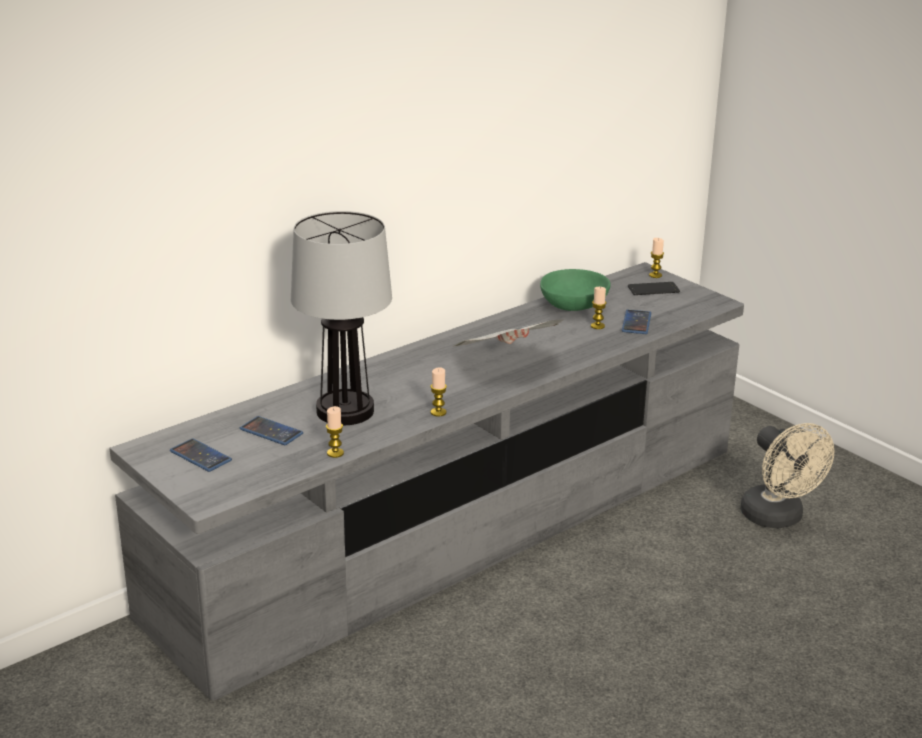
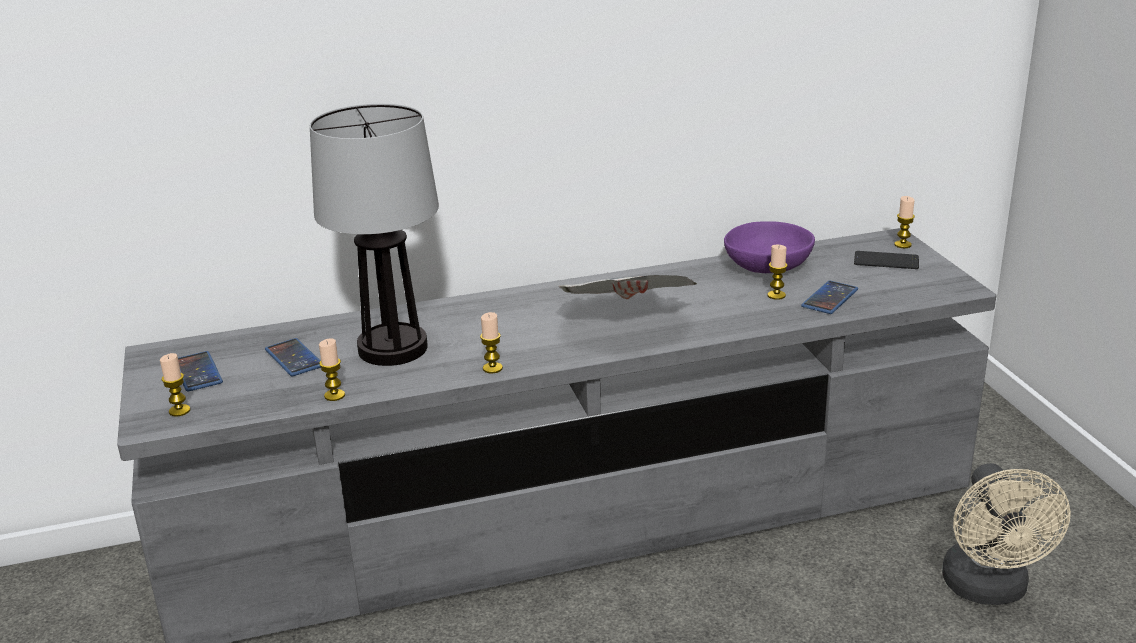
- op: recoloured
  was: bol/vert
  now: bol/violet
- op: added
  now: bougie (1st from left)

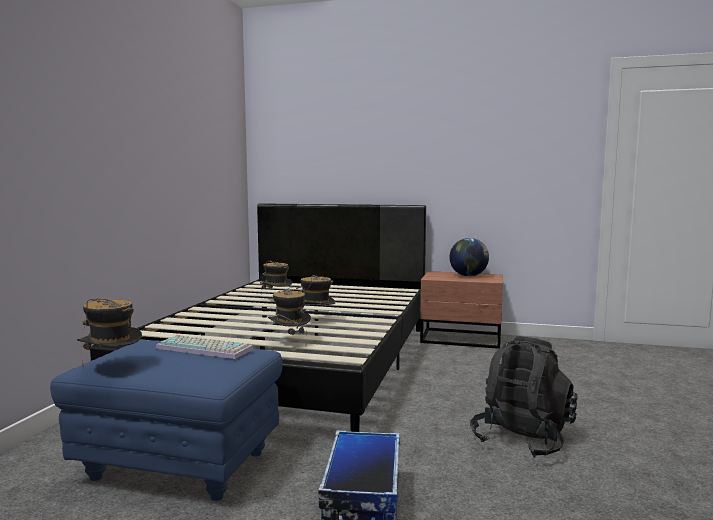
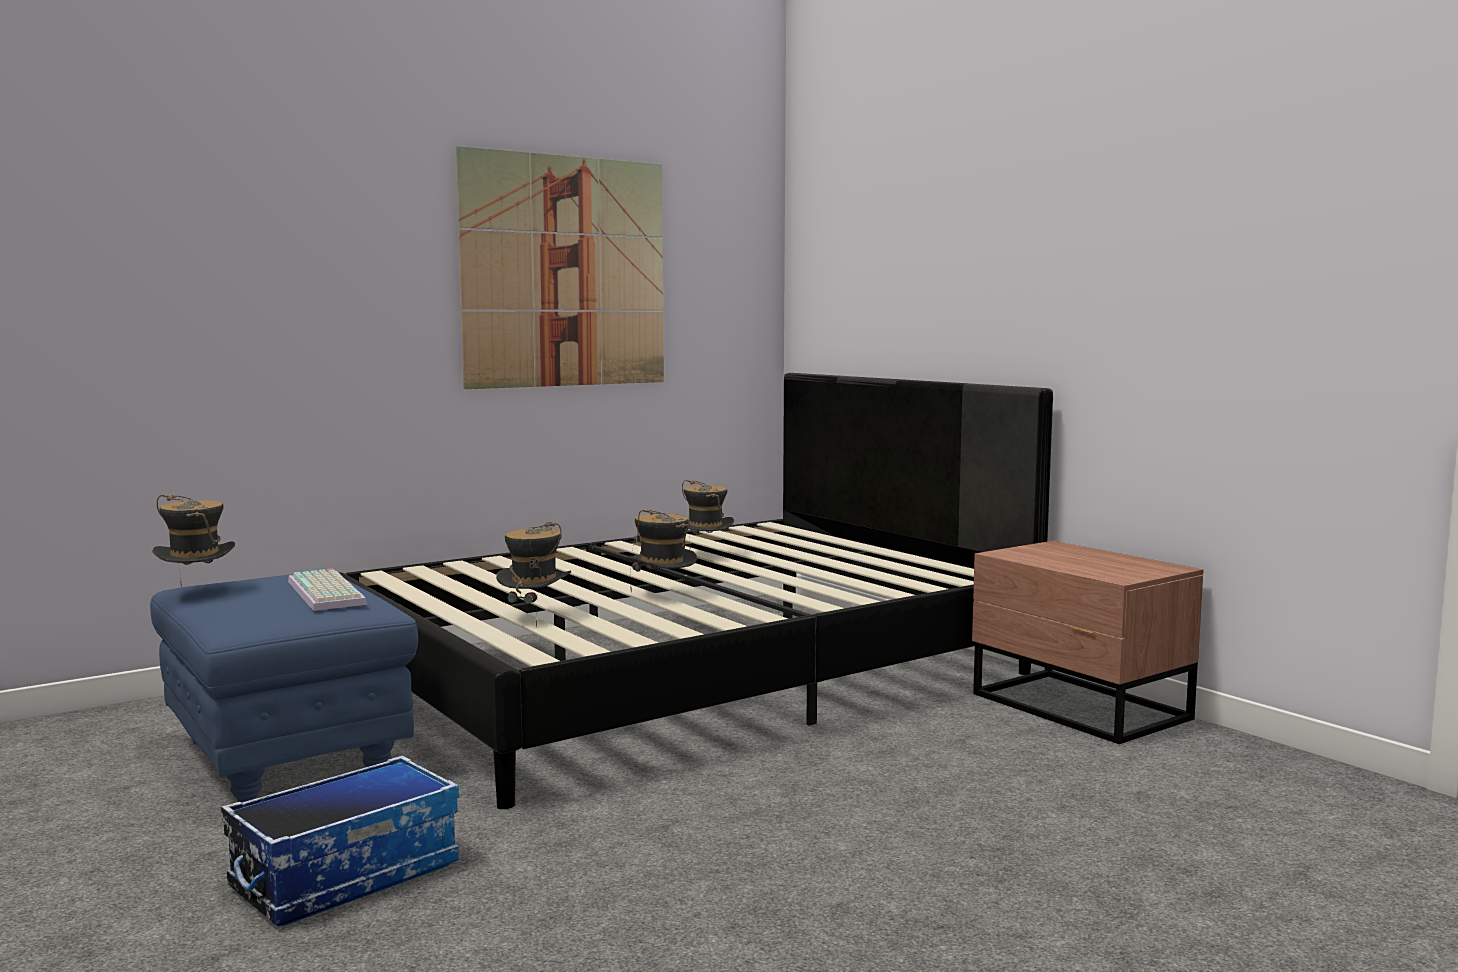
- op: removed
  was: globe
- op: removed
  was: sac à dos/noir
- op: added
  now: tableau

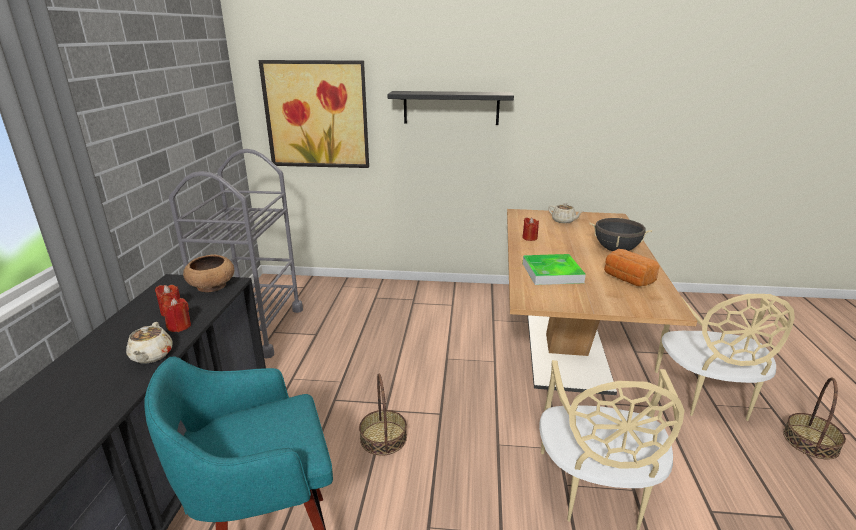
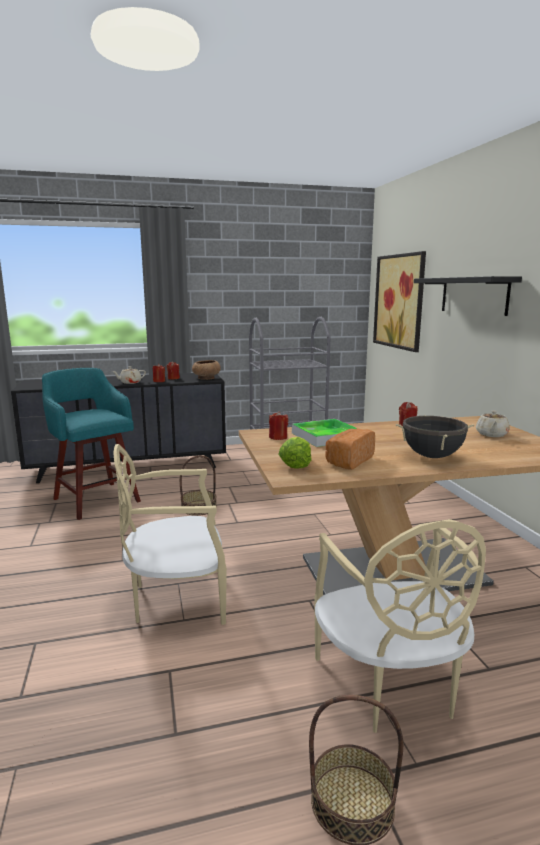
- op: turned
  was: chaise/beige (2nd from left)
  clockwise: -90
- op: added
  now: bougie/rouge (3rd from left)
- op: added
  now: laitue

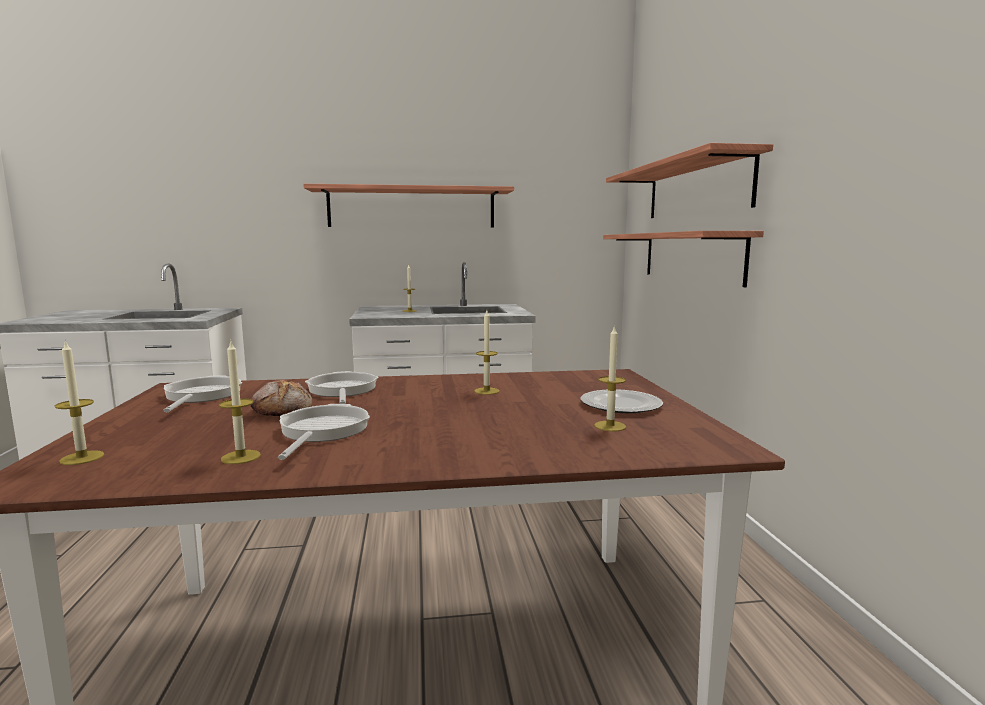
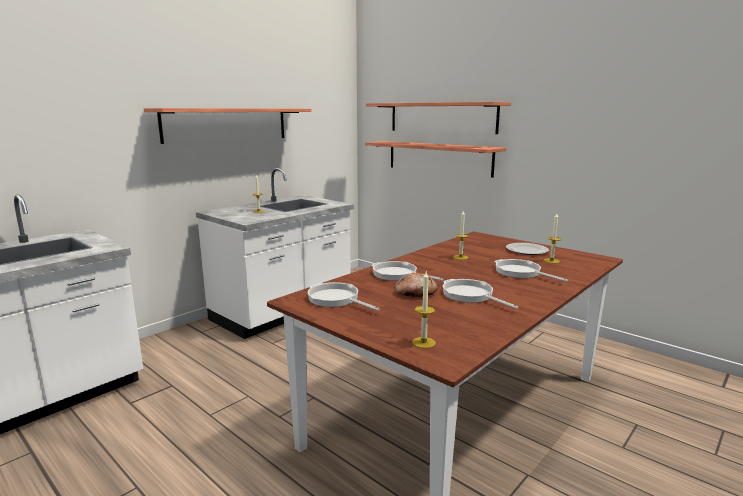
- op: removed
  was: bougie (2nd from left)
- op: added
  now: poêle (4th from left)

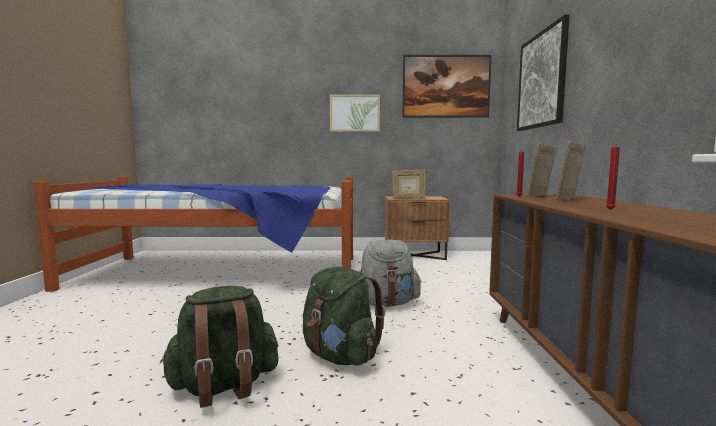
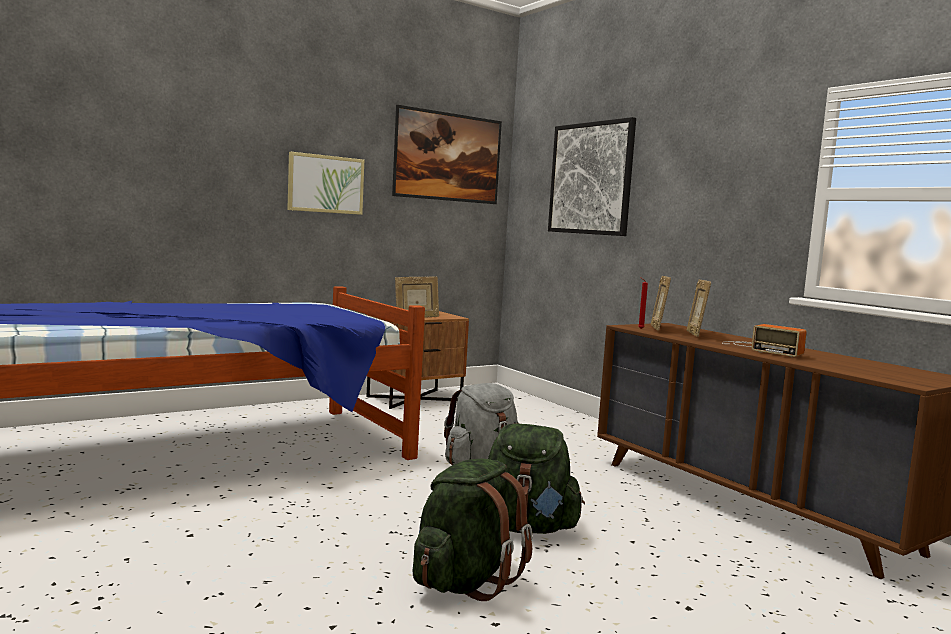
- op: replaced
  was: bougie/rouge (2nd from left)
  now: radio

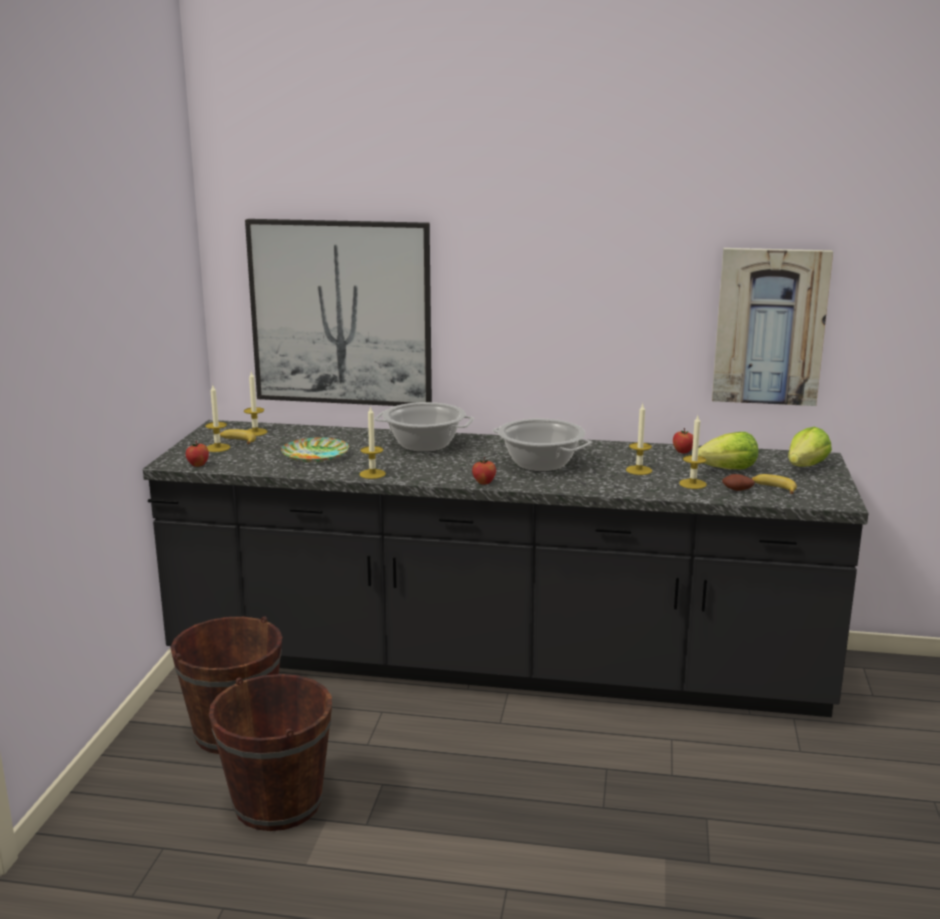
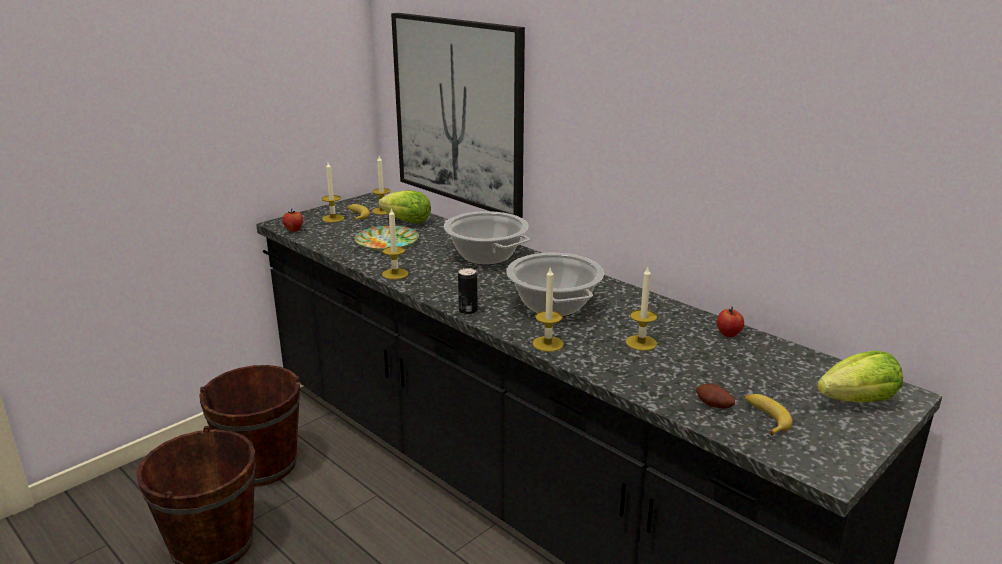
- op: replaced
  was: pomme (2nd from left)
  now: boîte métallique
- op: moved
  was: bougie (5th from left in the first image)
  now: bougie (4th from left)
- op: moved
  was: laitue (1st from left)
- op: removed
  was: tableau (2nd from left)

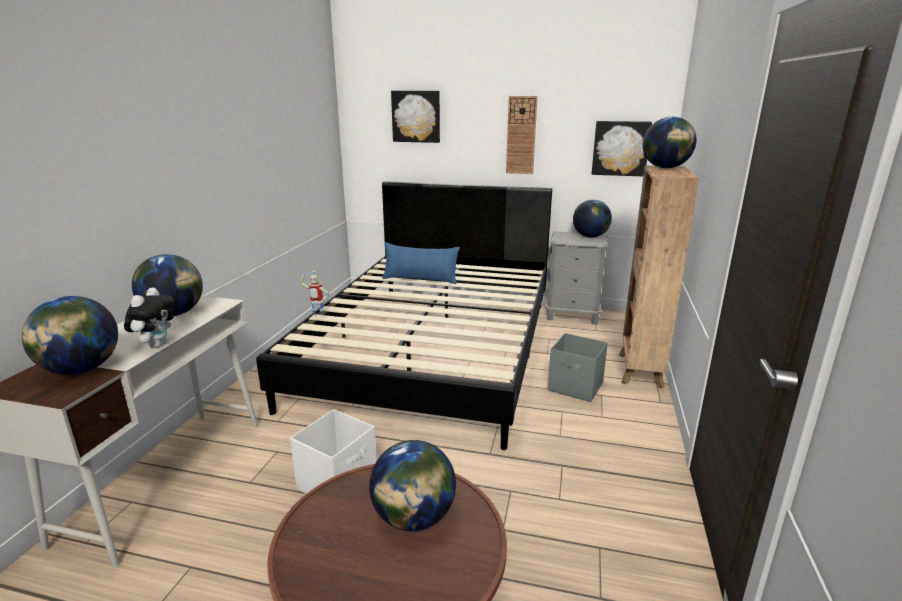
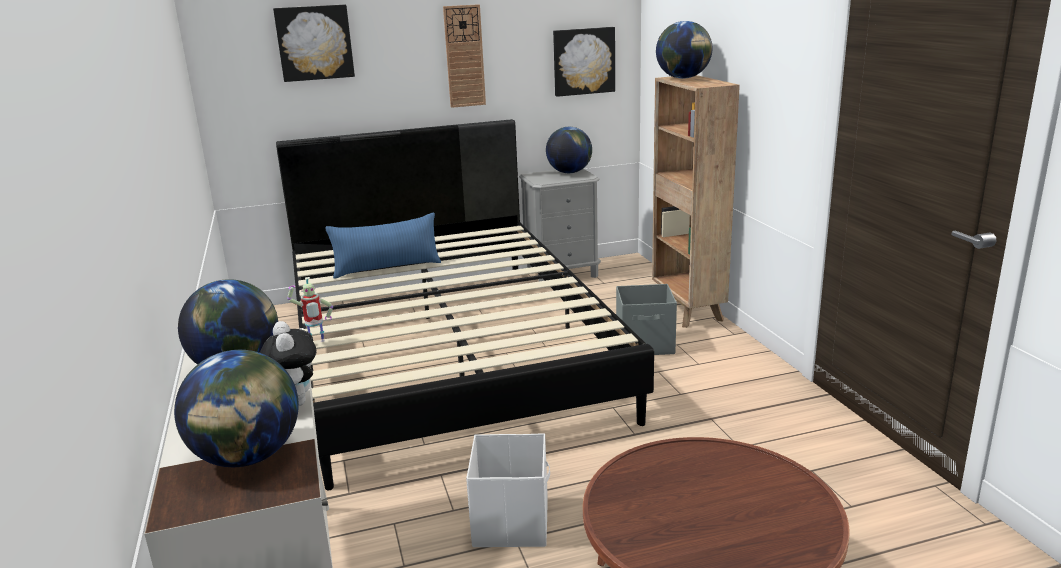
- op: removed
  was: globe (3rd from left)

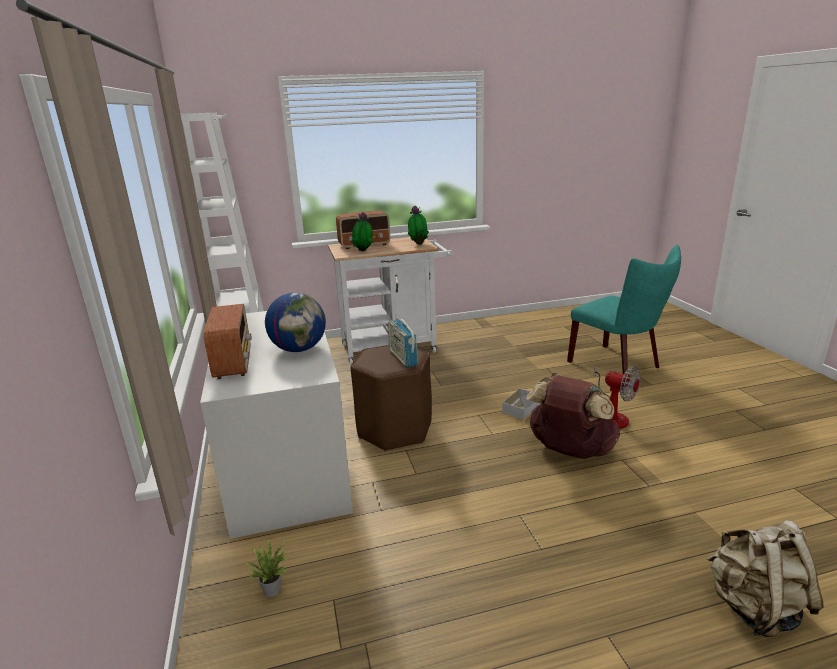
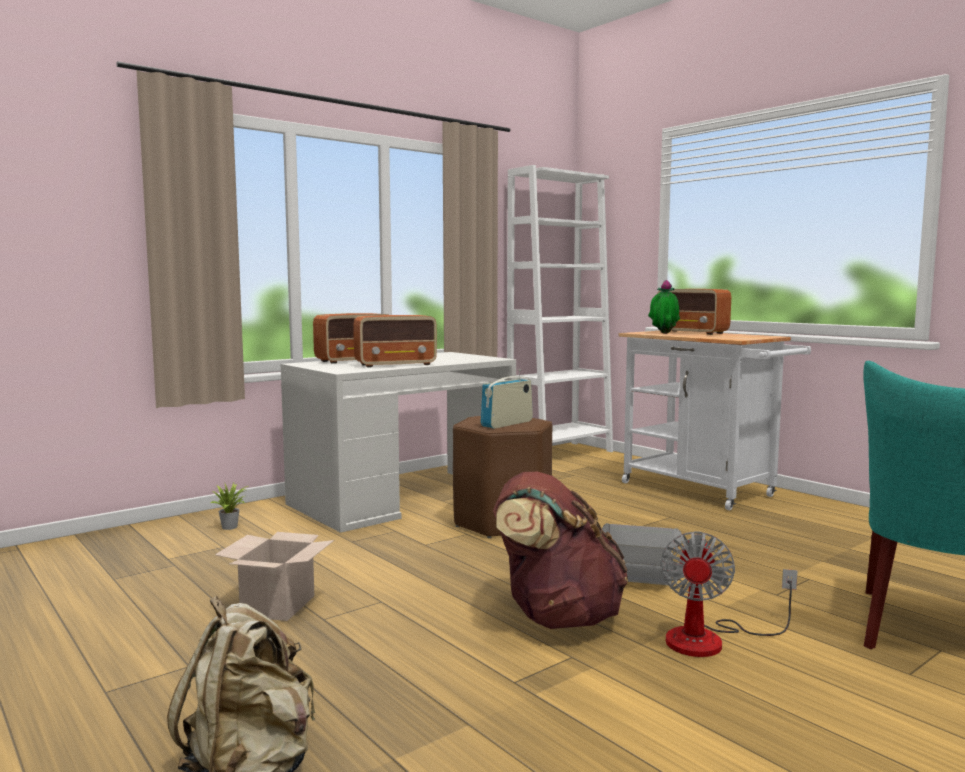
- op: replaced
  was: globe
  now: radio (2nd from left)
- op: removed
  was: plante en pot (3rd from left)
- op: added
  now: carton (1st from left)

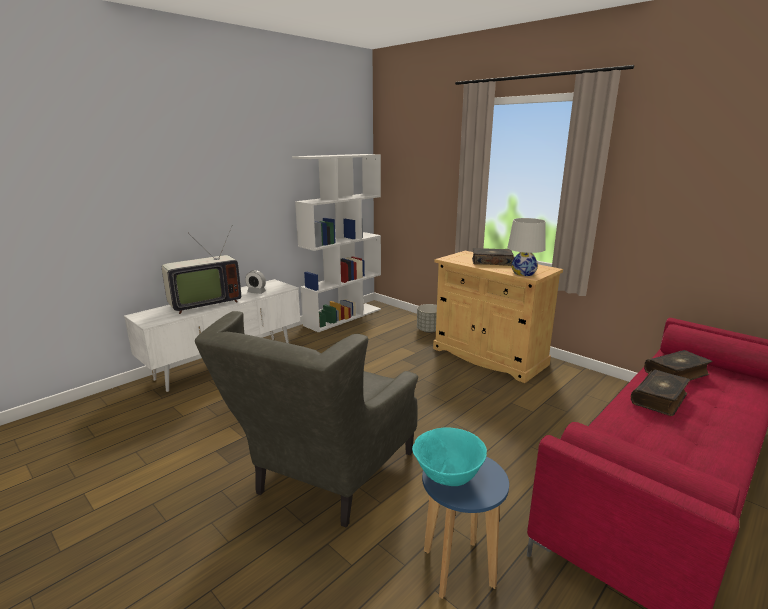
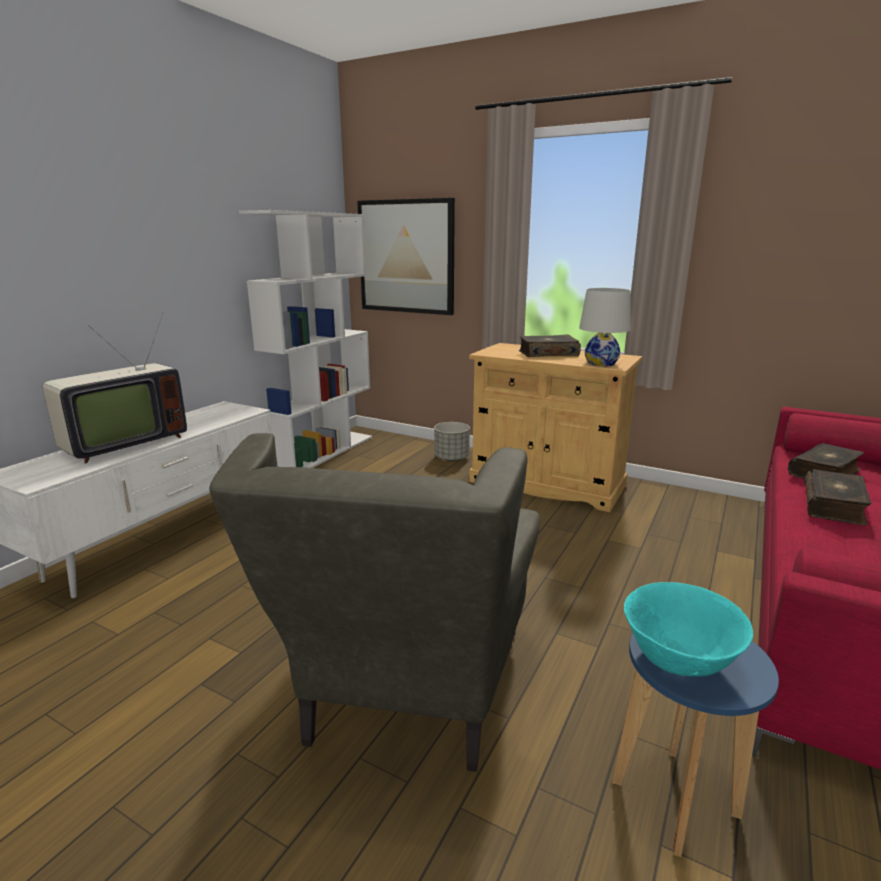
- op: removed
  was: réveil
- op: added
  now: tableau

